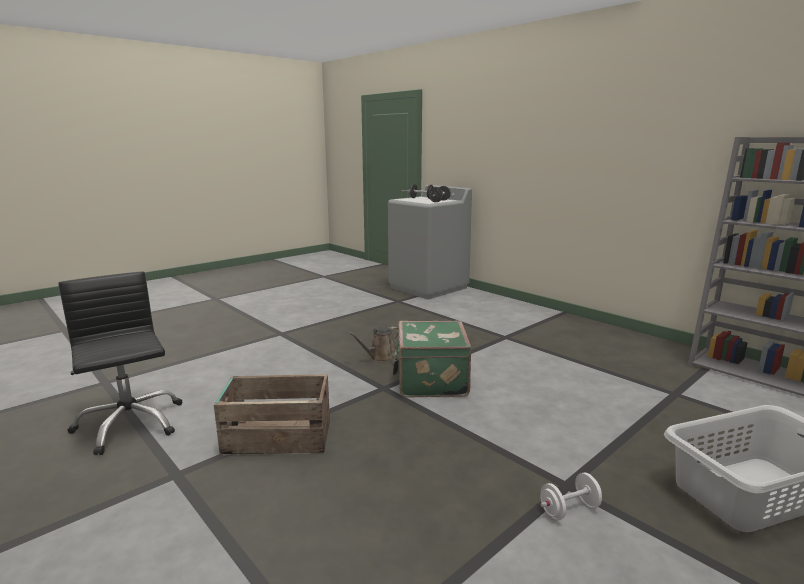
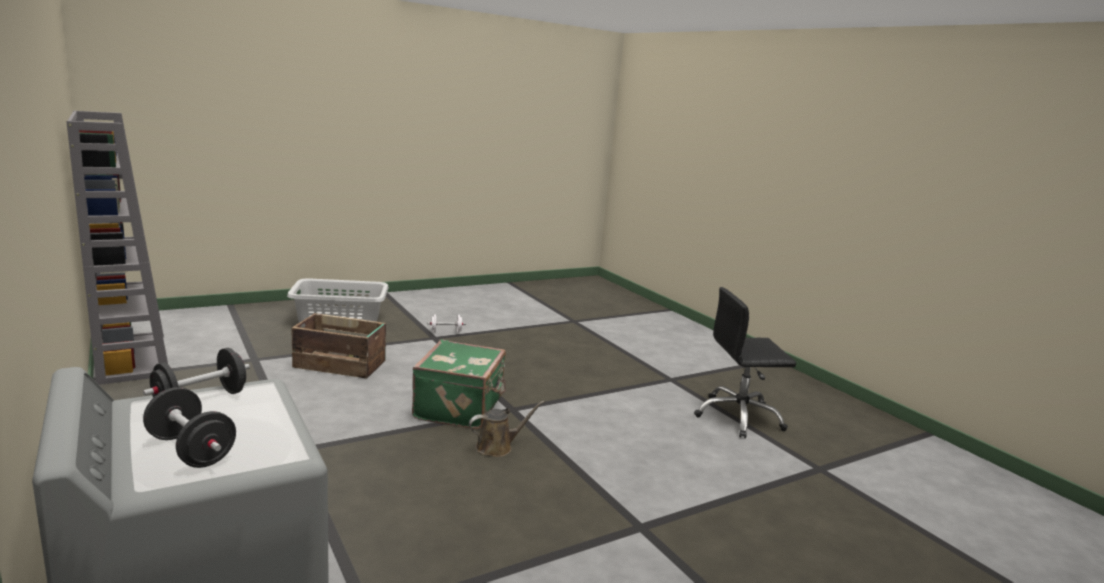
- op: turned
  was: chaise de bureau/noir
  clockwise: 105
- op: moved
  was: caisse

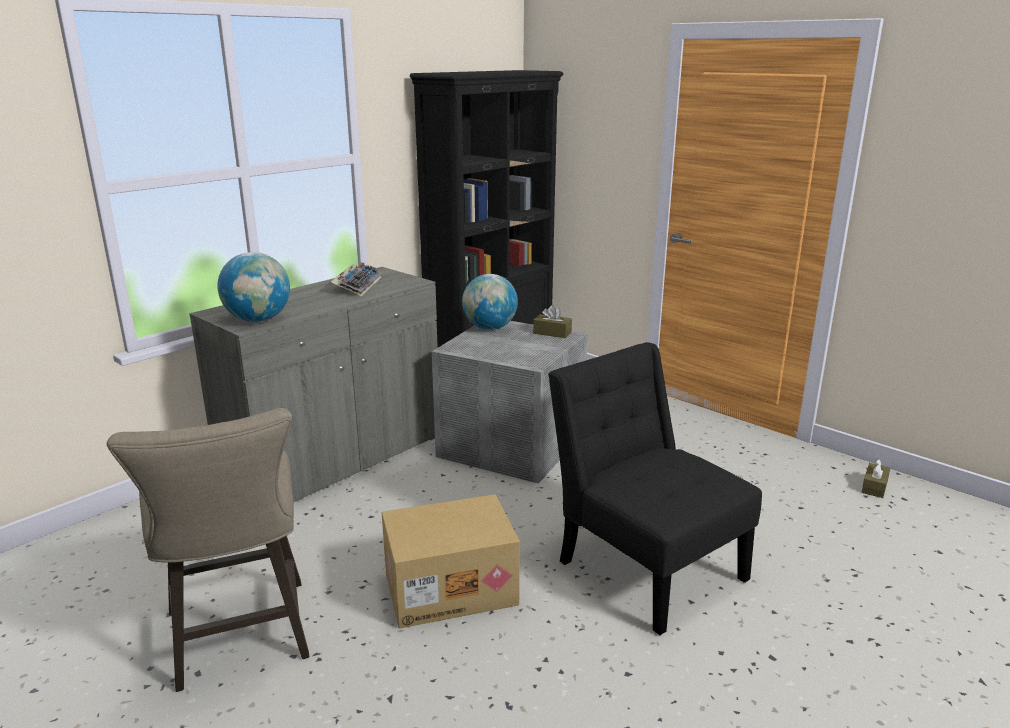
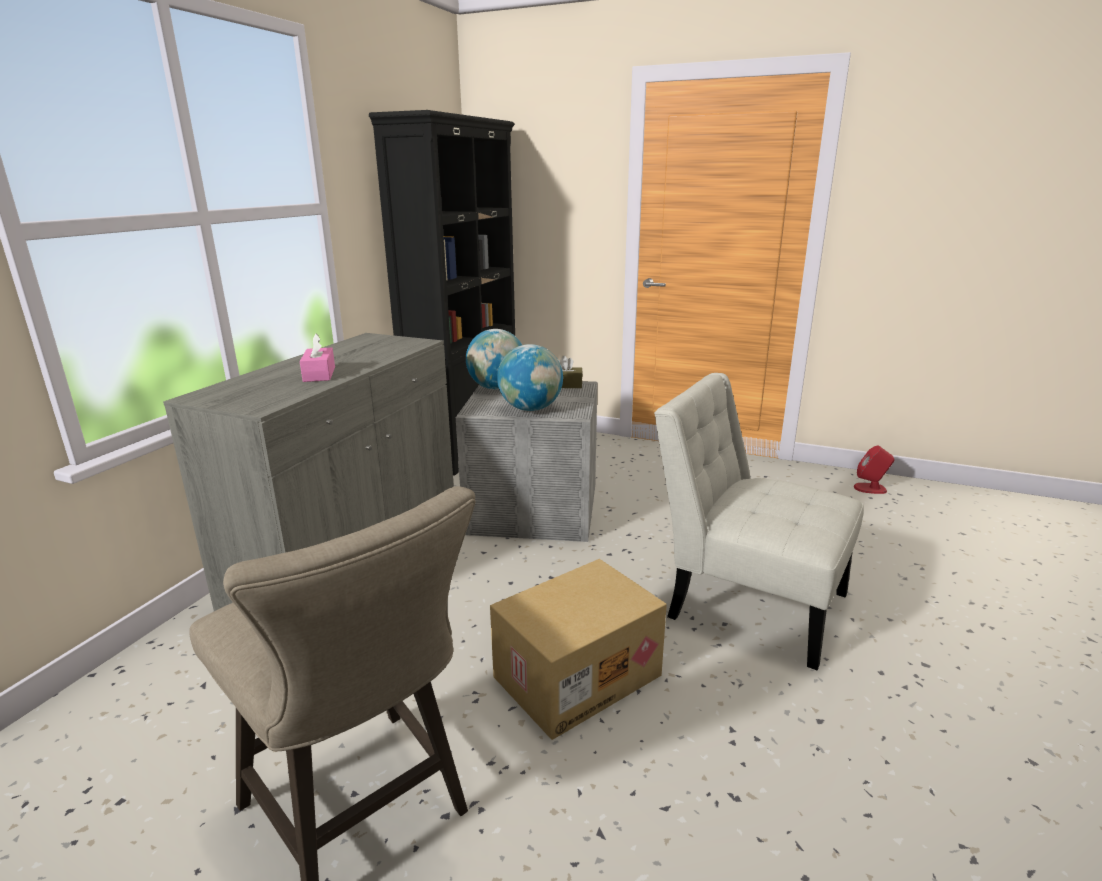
- op: moved
  was: globe (1st from left in the first image)
  now: globe (2nd from left)
- op: removed
  was: clavier
- op: recoloured
  was: chaise/noir
  now: chaise/blanc
- op: replaced
  was: boîte à mouchoirs/marron (2nd from left)
  now: enceinte/rouge
- op: added
  now: boîte à mouchoirs/rose

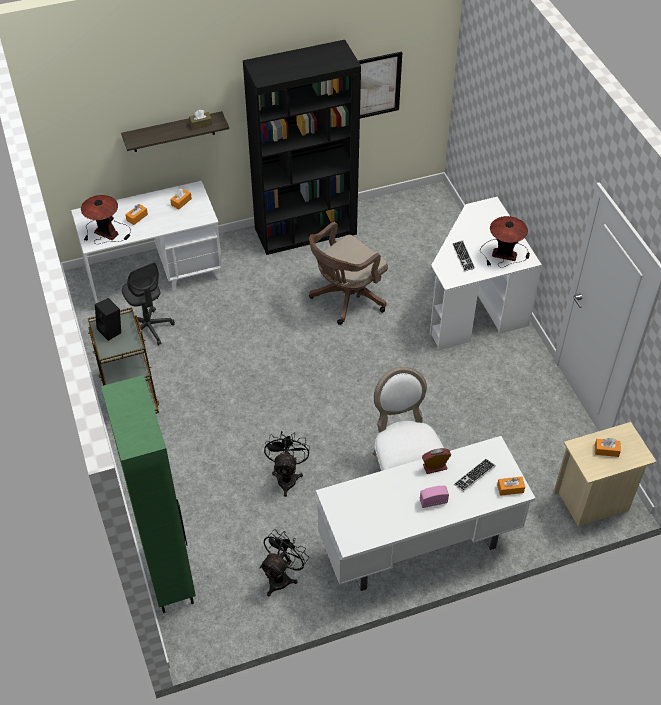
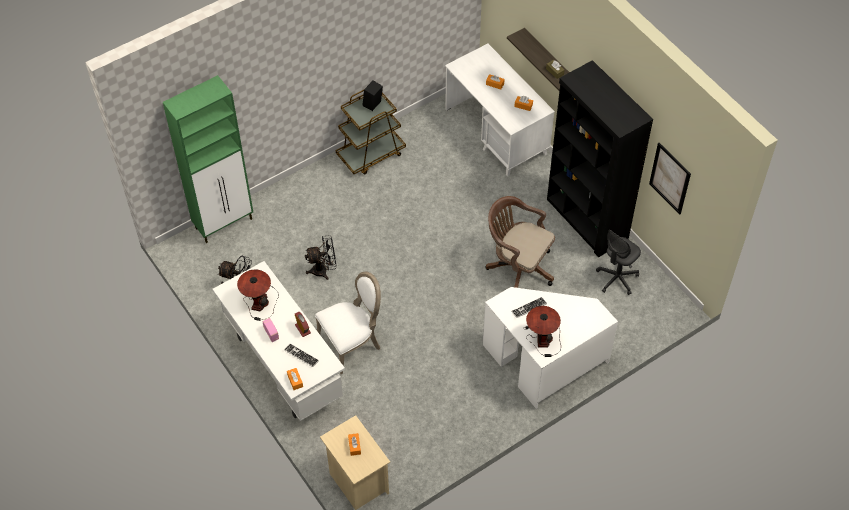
- op: moved
  was: lampe de table (1st from left)
- op: moved
  was: chaise de bureau/gris

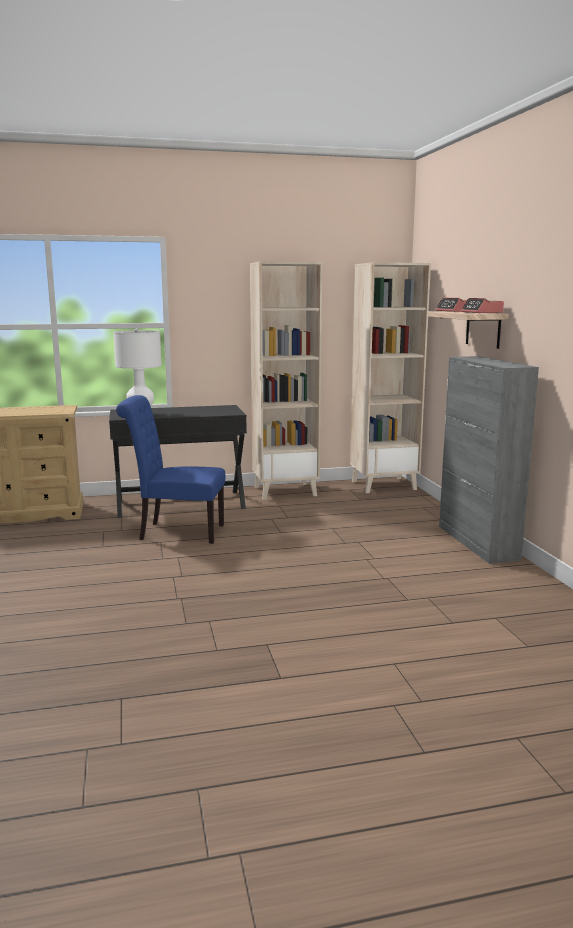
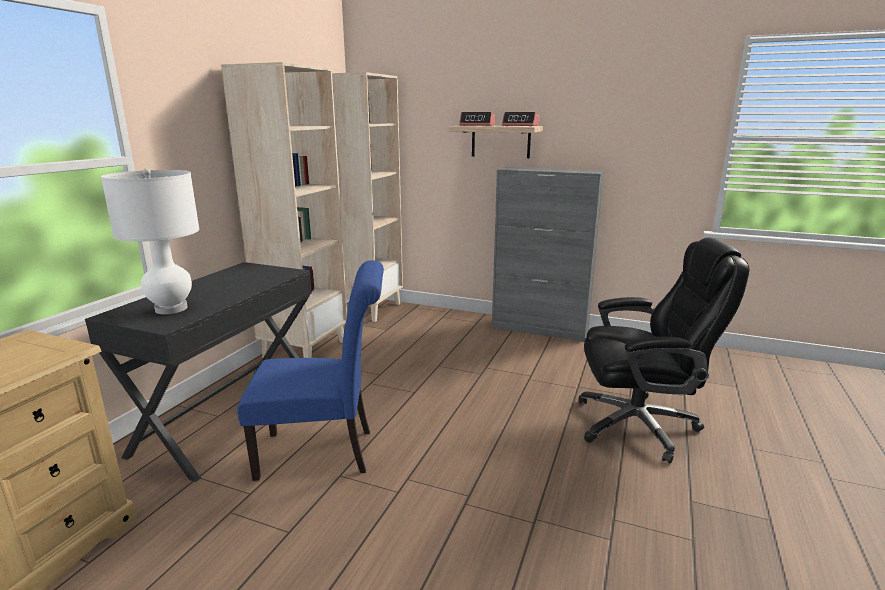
- op: turned
  was: chaise/bleu
  clockwise: -135
- op: added
  now: chaise de bureau/noir

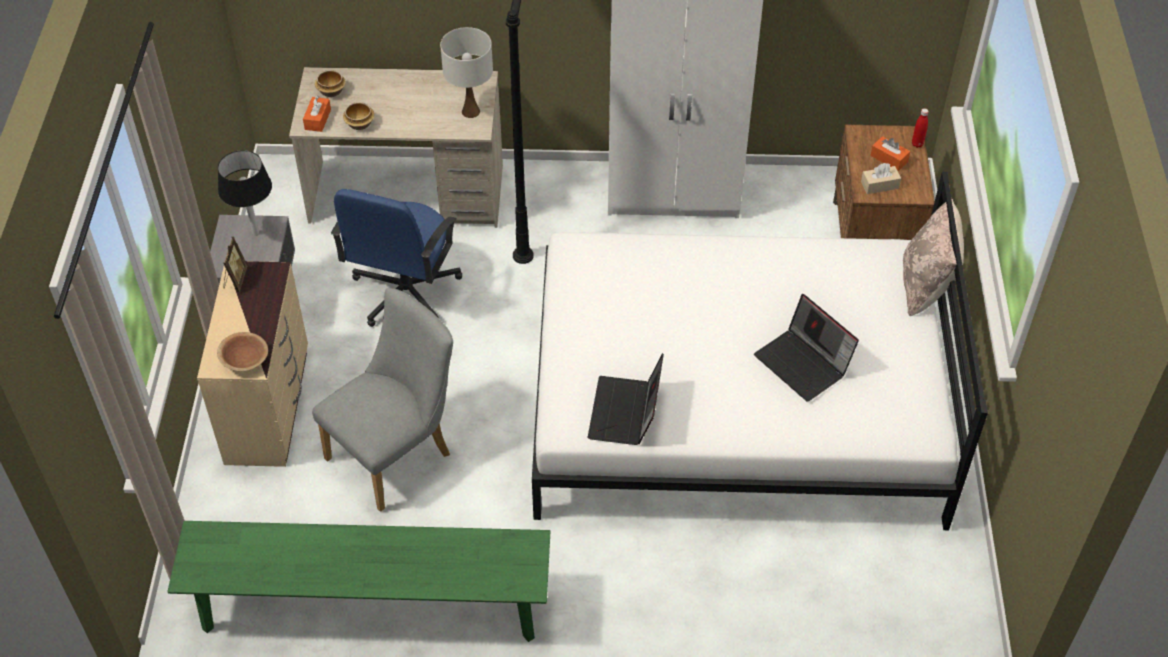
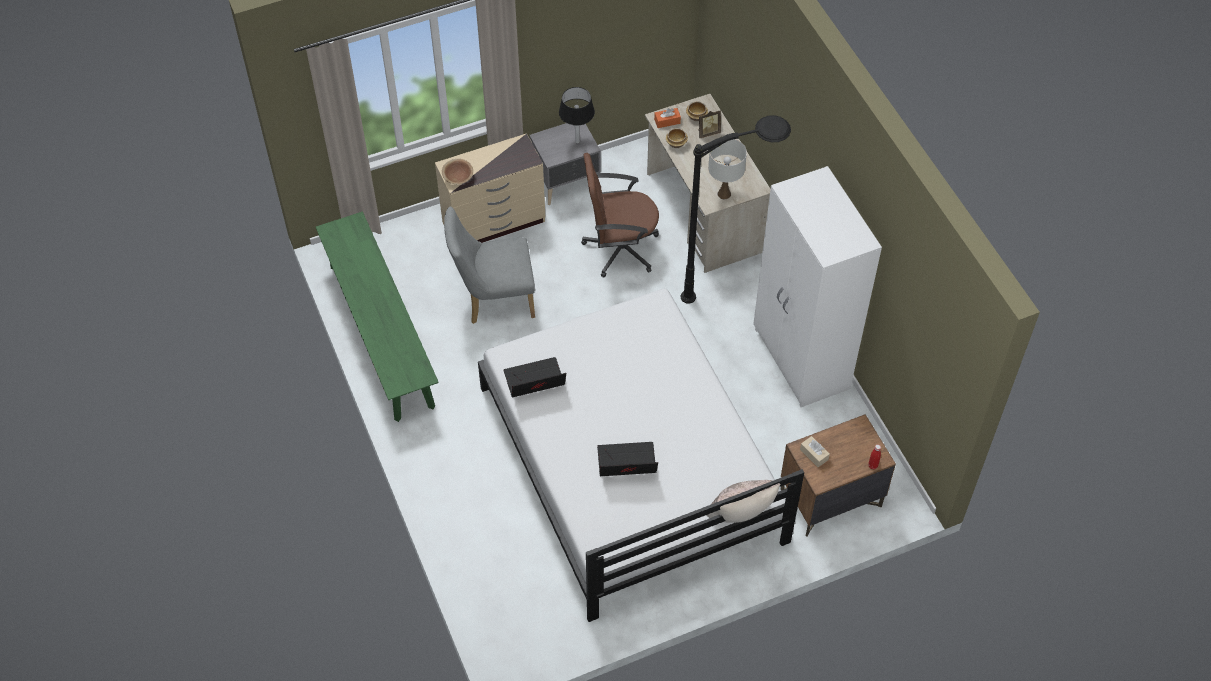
- op: moved
  was: cadre photo
- op: turned
  was: chaise/gris
  clockwise: 150
- op: recoloured
  was: chaise de bureau/bleu
  now: chaise de bureau/marron
- op: turned
  was: ordinateur portable (2nd from left)
  clockwise: 60
- op: removed
  was: boîte à mouchoirs/orange (2nd from left)

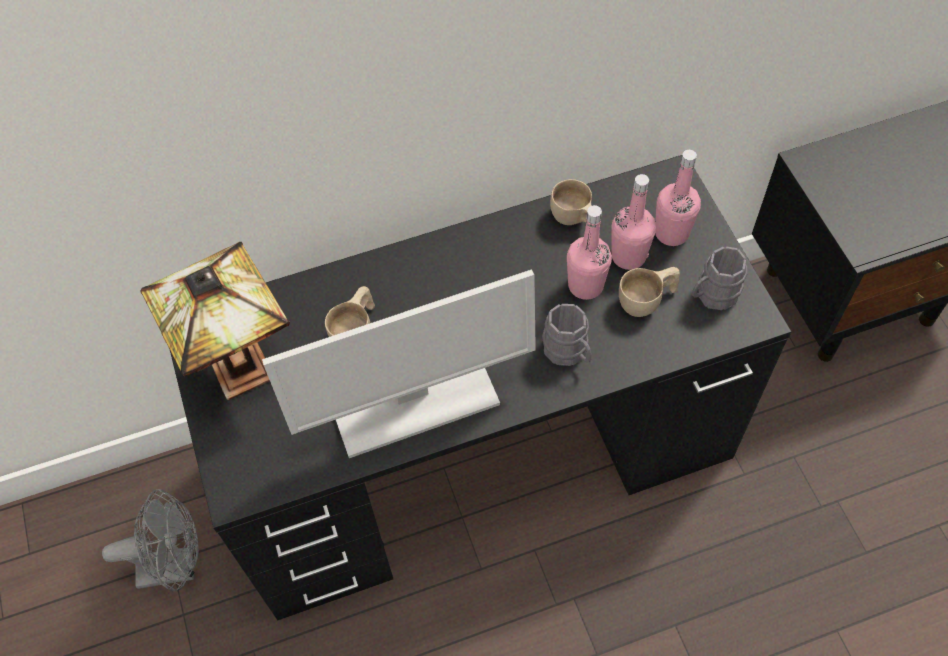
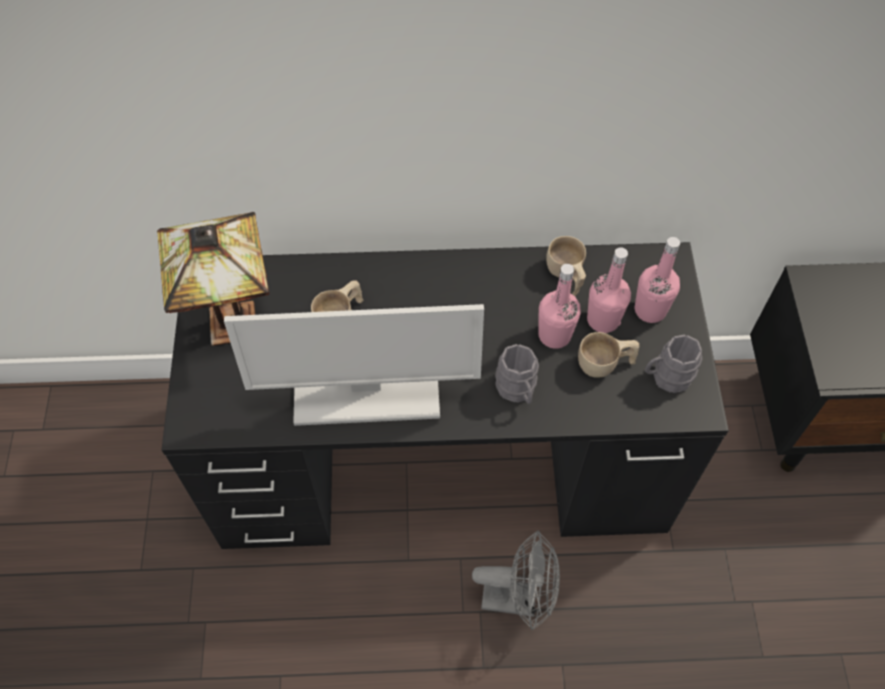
- op: moved
  was: ventilateur/gris

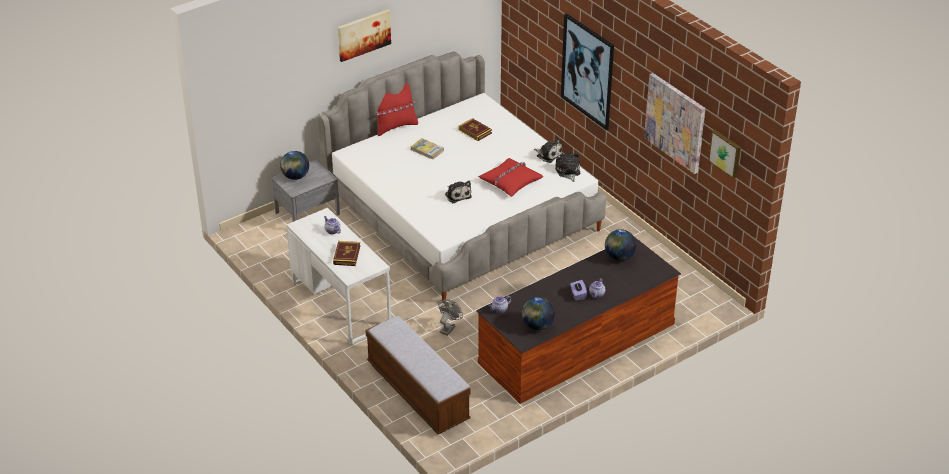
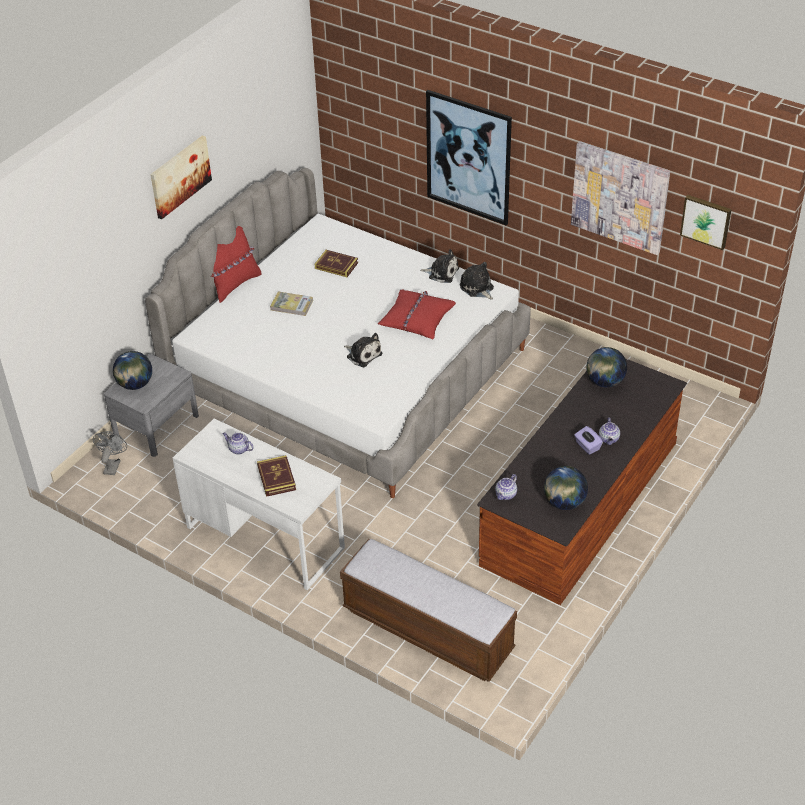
- op: moved
  was: ventilateur/gris

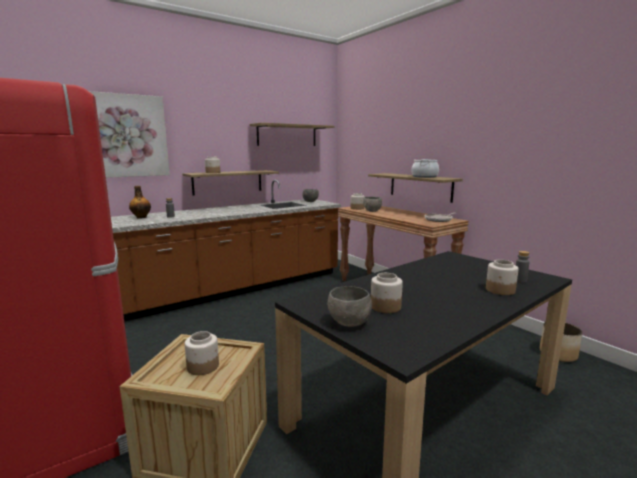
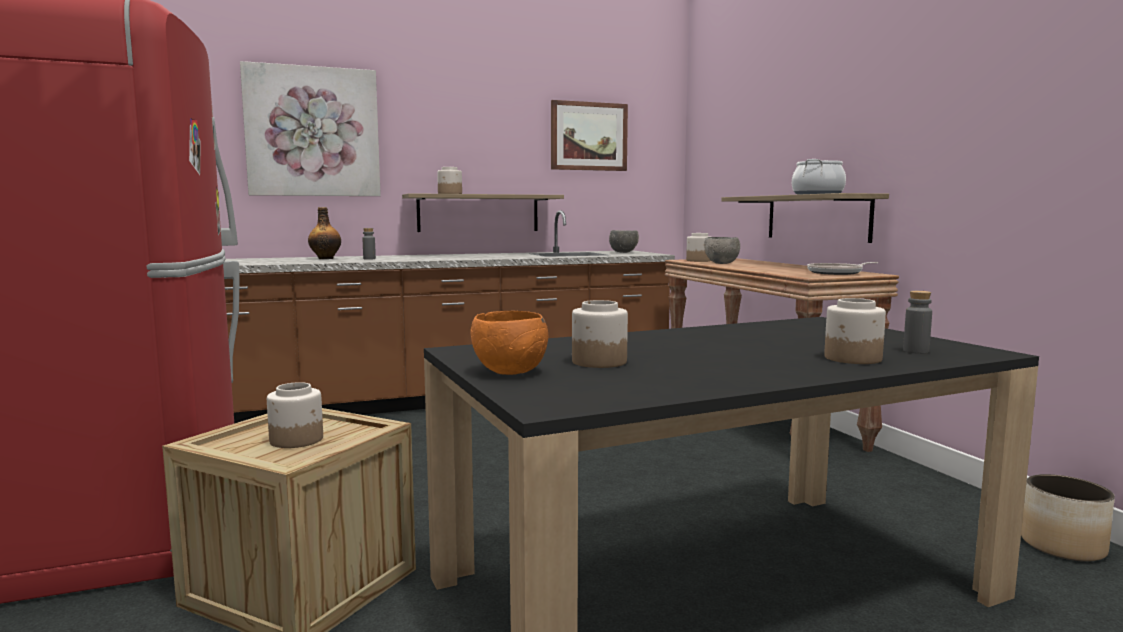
- op: replaced
  was: étagère (2nd from left)
  now: tableau (2nd from left)
- op: recoloured
  was: bol/gris (2nd from left)
  now: bol/orange

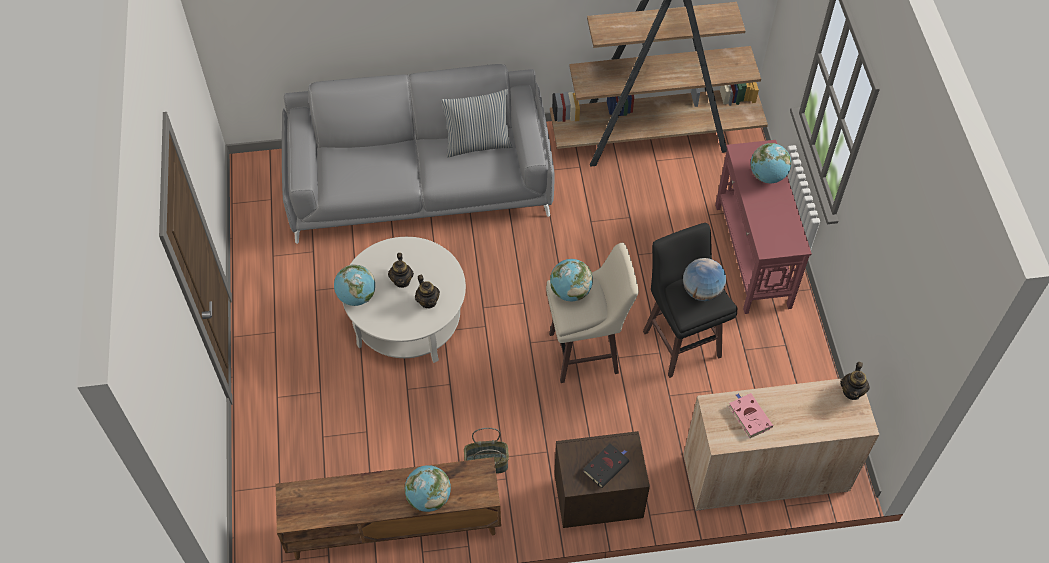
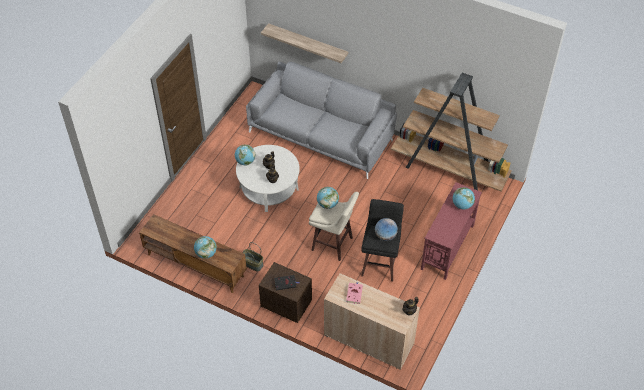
- op: removed
  was: coussin
- op: added
  now: étagère

